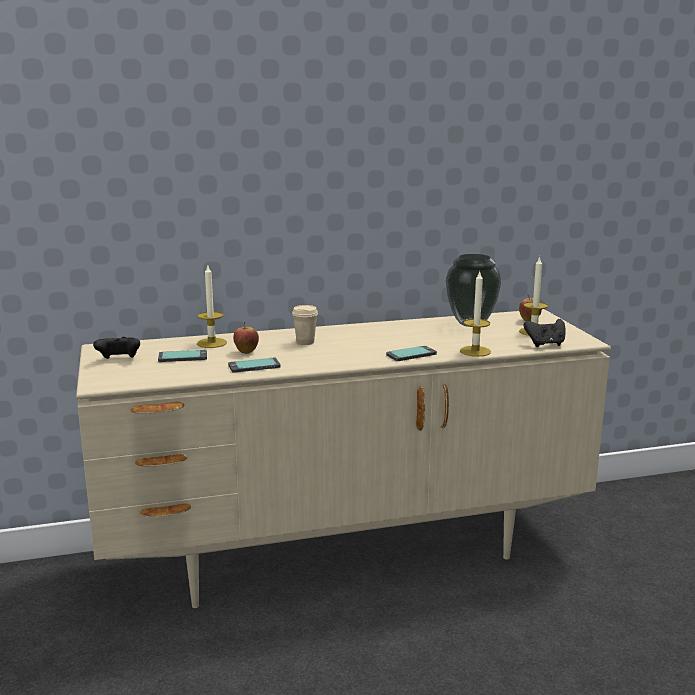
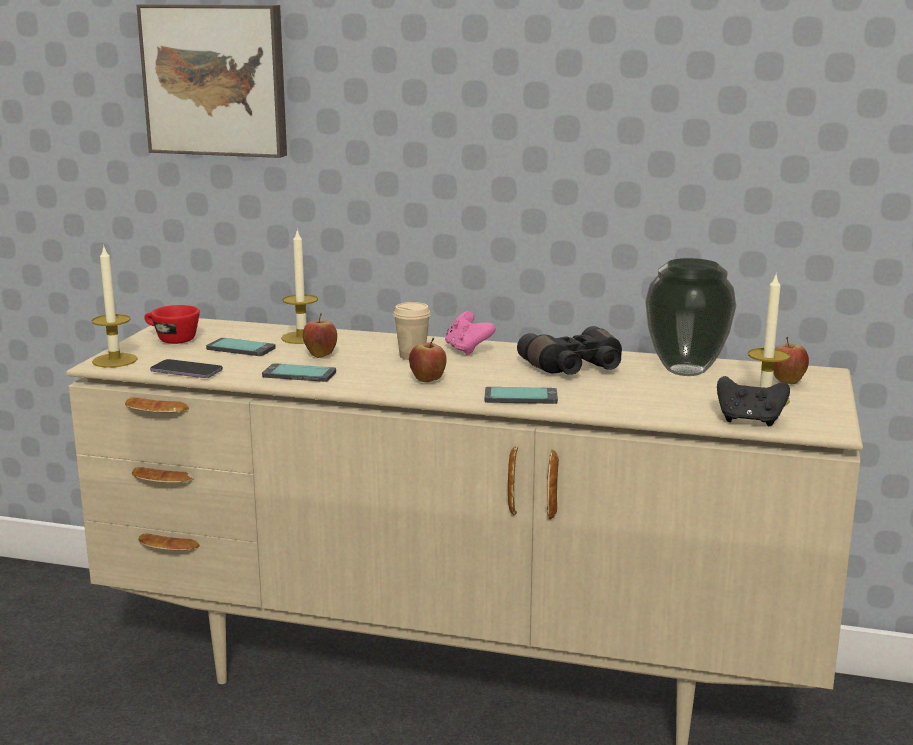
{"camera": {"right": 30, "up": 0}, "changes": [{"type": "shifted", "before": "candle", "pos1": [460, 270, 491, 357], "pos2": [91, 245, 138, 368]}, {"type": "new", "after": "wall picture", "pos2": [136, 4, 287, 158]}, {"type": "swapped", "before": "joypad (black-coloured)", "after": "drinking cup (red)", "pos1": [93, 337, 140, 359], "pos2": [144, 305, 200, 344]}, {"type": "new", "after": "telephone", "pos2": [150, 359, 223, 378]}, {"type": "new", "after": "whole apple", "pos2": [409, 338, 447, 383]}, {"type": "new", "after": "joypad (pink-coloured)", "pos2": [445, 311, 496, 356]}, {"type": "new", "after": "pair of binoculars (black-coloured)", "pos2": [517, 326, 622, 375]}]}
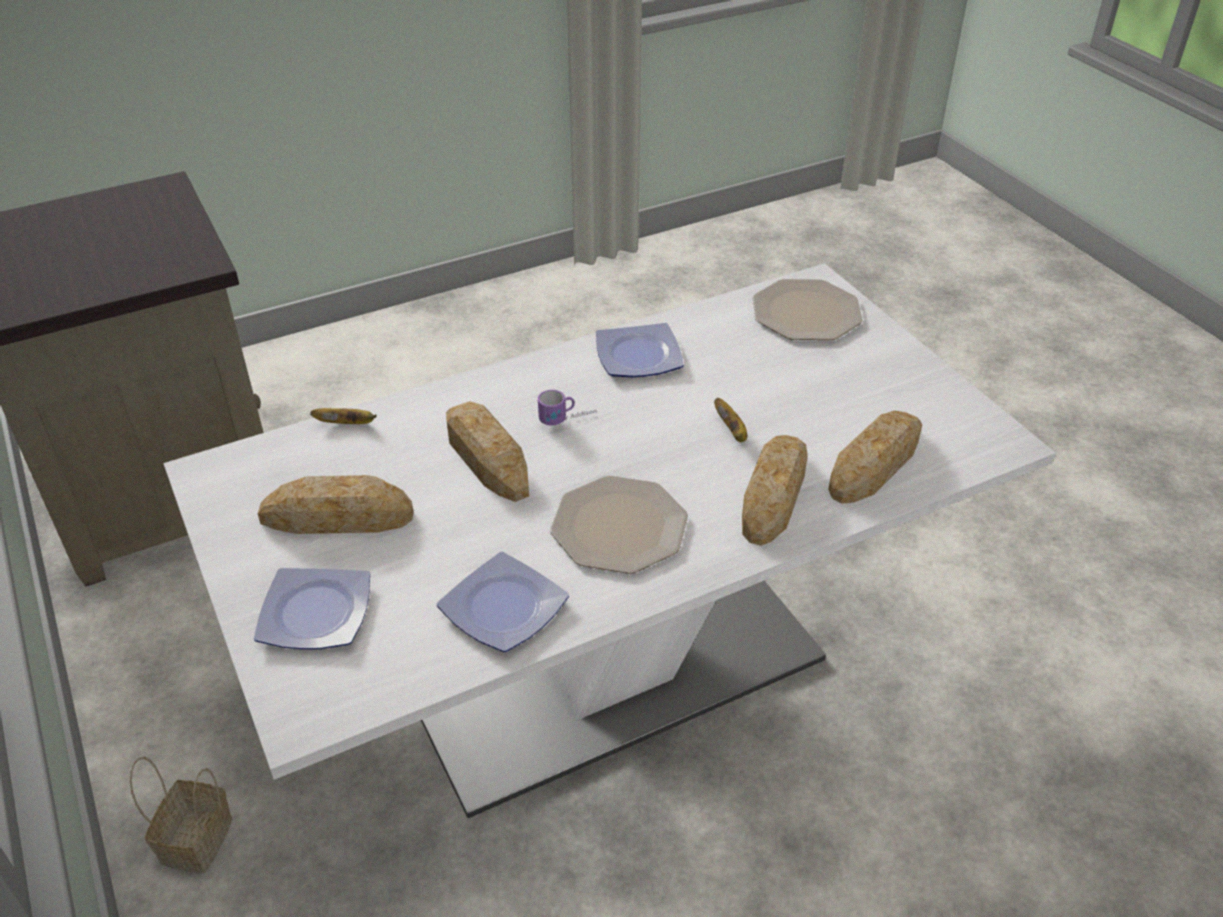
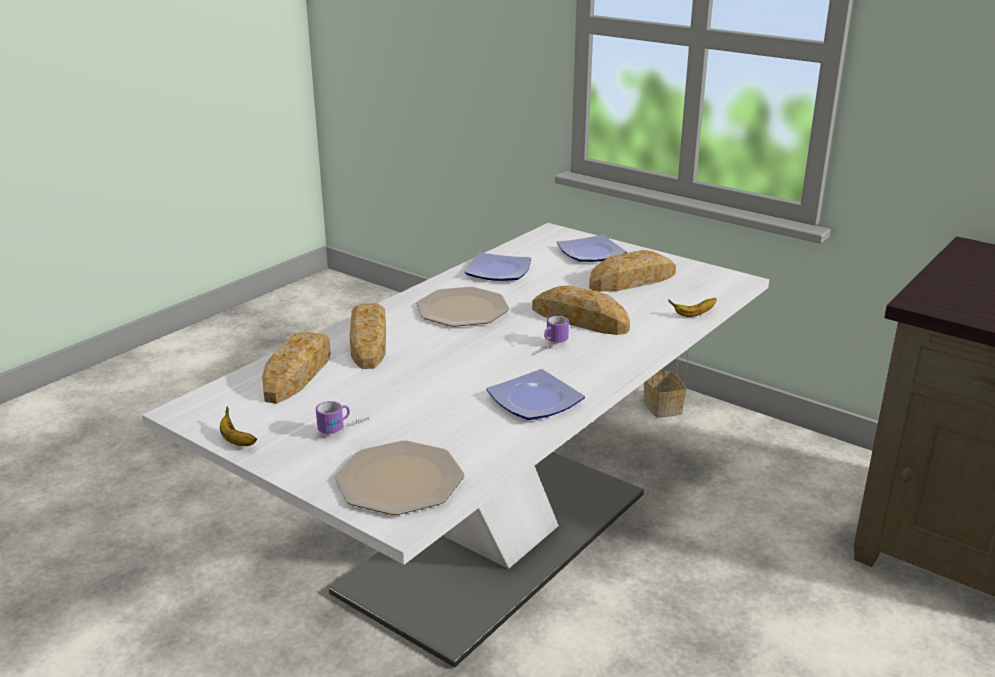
{"camera": {"right": 155, "up": -15}, "changes": [{"type": "shifted", "before": "banana", "pos1": [714, 398, 747, 442], "pos2": [220, 406, 257, 446]}, {"type": "new", "after": "mug", "pos2": [316, 401, 369, 434]}]}
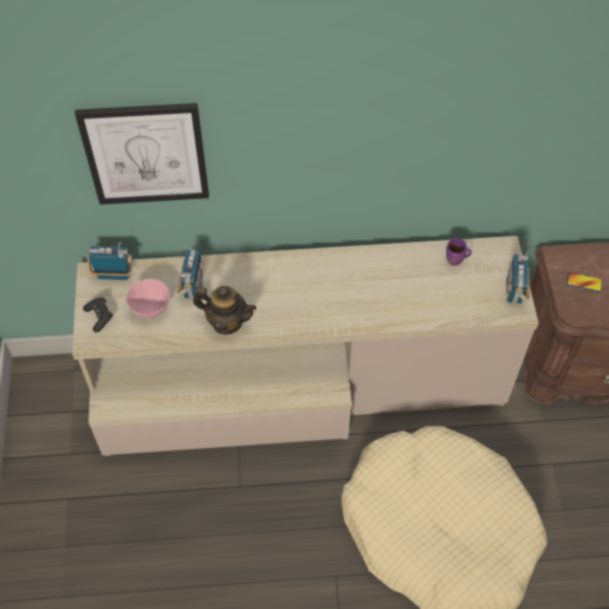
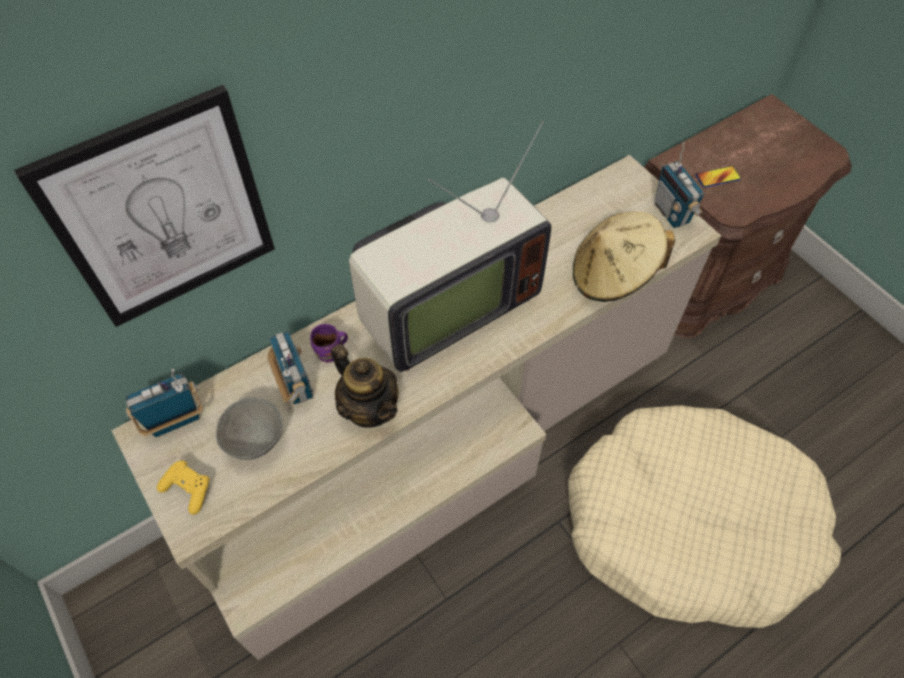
{"camera": {"right": -30, "up": 0}, "changes": [{"type": "repainted", "before": "joypad (black-coloured)", "after": "joypad (yellowish)", "pos1": [83, 297, 113, 332], "pos2": [157, 460, 210, 515]}, {"type": "repainted", "before": "bowl (pink-coloured)", "after": "bowl (greyish)", "pos1": [126, 279, 170, 318], "pos2": [215, 397, 282, 460]}, {"type": "shifted", "before": "mug (purple-coloured)", "pos1": [446, 238, 472, 265], "pos2": [310, 324, 348, 363]}, {"type": "rotated", "before": "teapot", "pos1": [193, 286, 256, 334], "pos2": [331, 344, 398, 428], "turn": 60}, {"type": "new", "after": "TV set", "pos2": [349, 121, 551, 372]}, {"type": "new", "after": "hat (beige-coloured)", "pos2": [573, 212, 675, 302]}]}
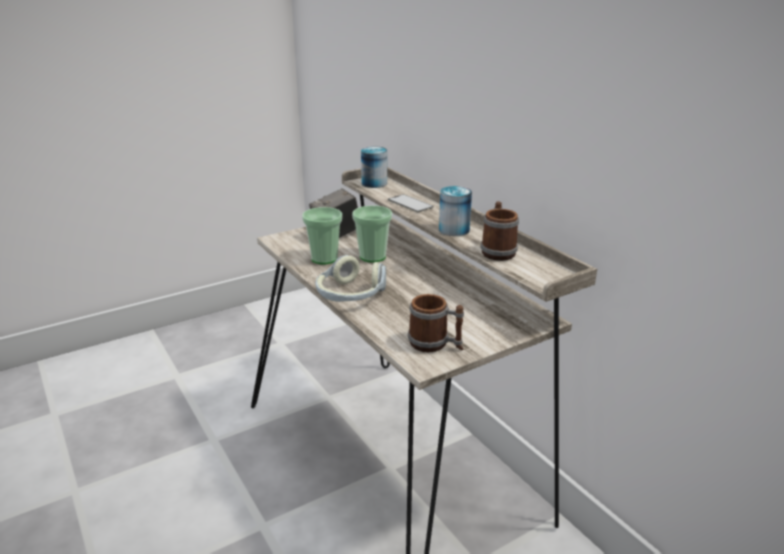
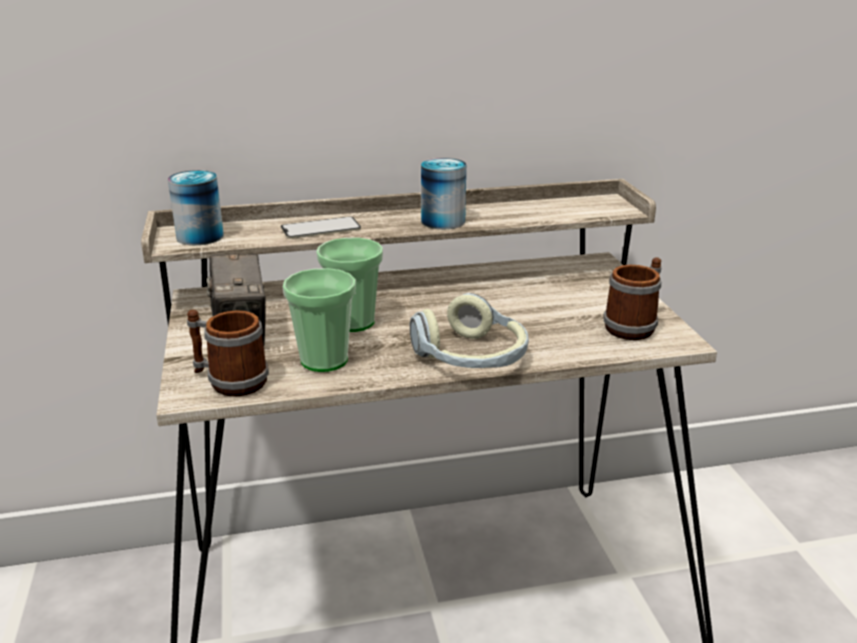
{"camera": {"right": -70, "up": 0}, "changes": [{"type": "shifted", "before": "mug", "pos1": [481, 201, 519, 261], "pos2": [187, 309, 269, 397]}]}
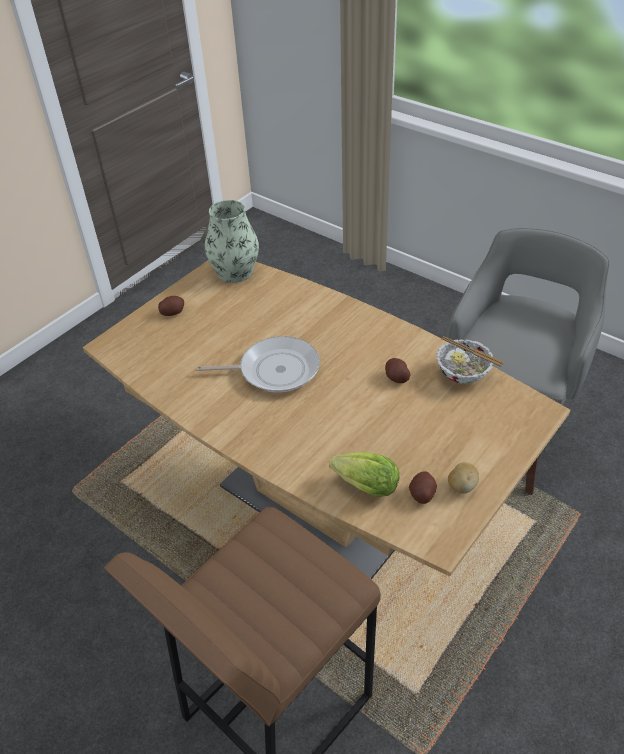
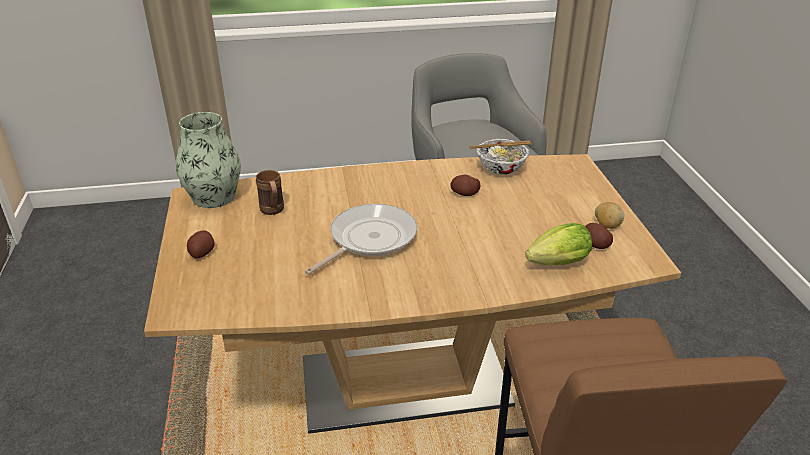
{"camera": {"right": -50, "up": -10}, "changes": [{"type": "new", "after": "mug (brownish)", "pos2": [256, 170, 284, 215]}]}
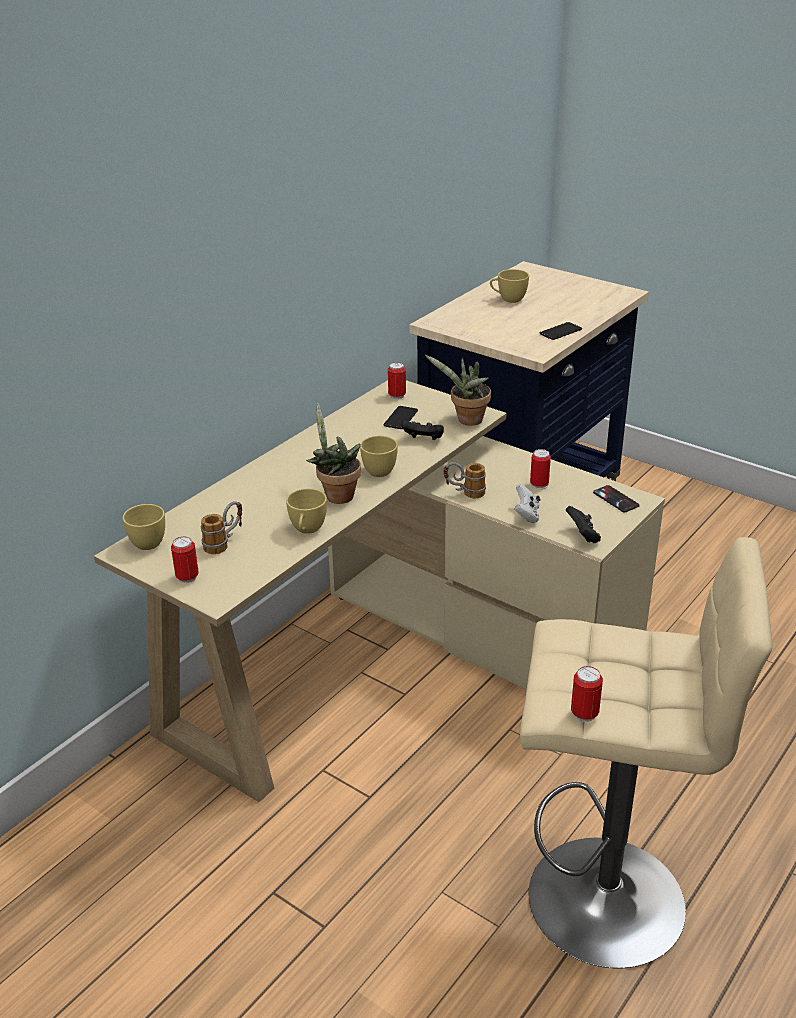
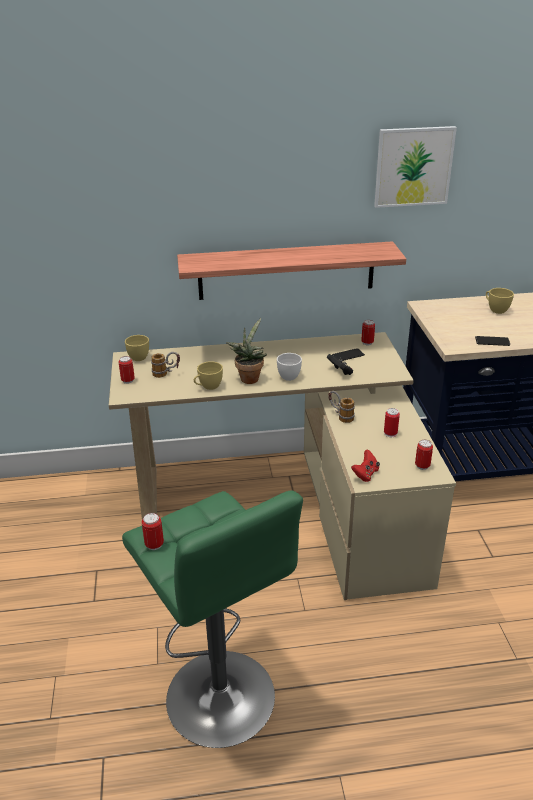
{"camera": {"right": 45, "up": 0}, "changes": [{"type": "repainted", "before": "stool seat (beige-coloured)", "after": "stool seat (green)", "pos1": [520, 537, 773, 968], "pos2": [122, 491, 303, 748]}, {"type": "new", "after": "bracket shelf", "pos2": [177, 241, 406, 300]}, {"type": "repainted", "before": "drinking cup (yellowish)", "after": "drinking cup (white)", "pos1": [360, 436, 398, 477], "pos2": [277, 353, 302, 381]}, {"type": "repainted", "before": "joypad (black-coloured)", "after": "joypad (red)", "pos1": [565, 506, 601, 543], "pos2": [351, 450, 380, 482]}, {"type": "new", "after": "wall picture", "pos2": [374, 126, 457, 208]}, {"type": "swapped", "before": "telephone", "after": "metal can", "pos1": [593, 485, 640, 512], "pos2": [415, 440, 433, 470]}, {"type": "gone", "before": "potted plant", "pos1": [425, 355, 491, 426]}, {"type": "gone", "before": "joypad (white)", "pos1": [514, 484, 540, 523]}]}
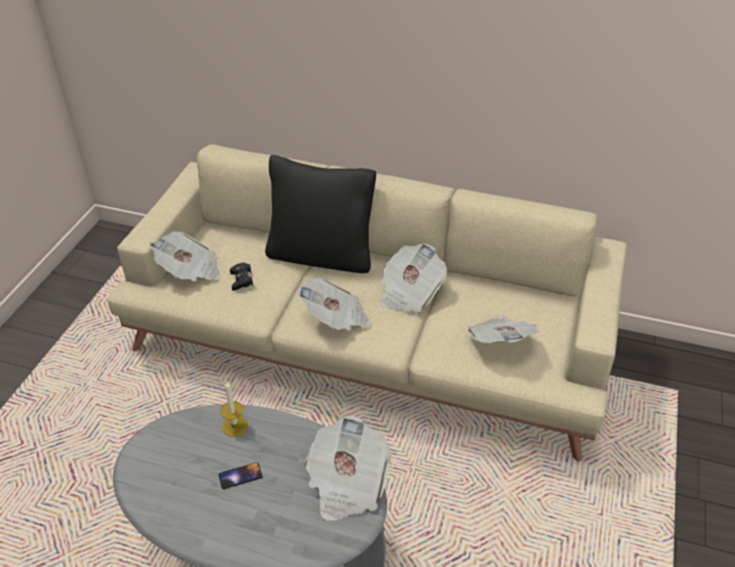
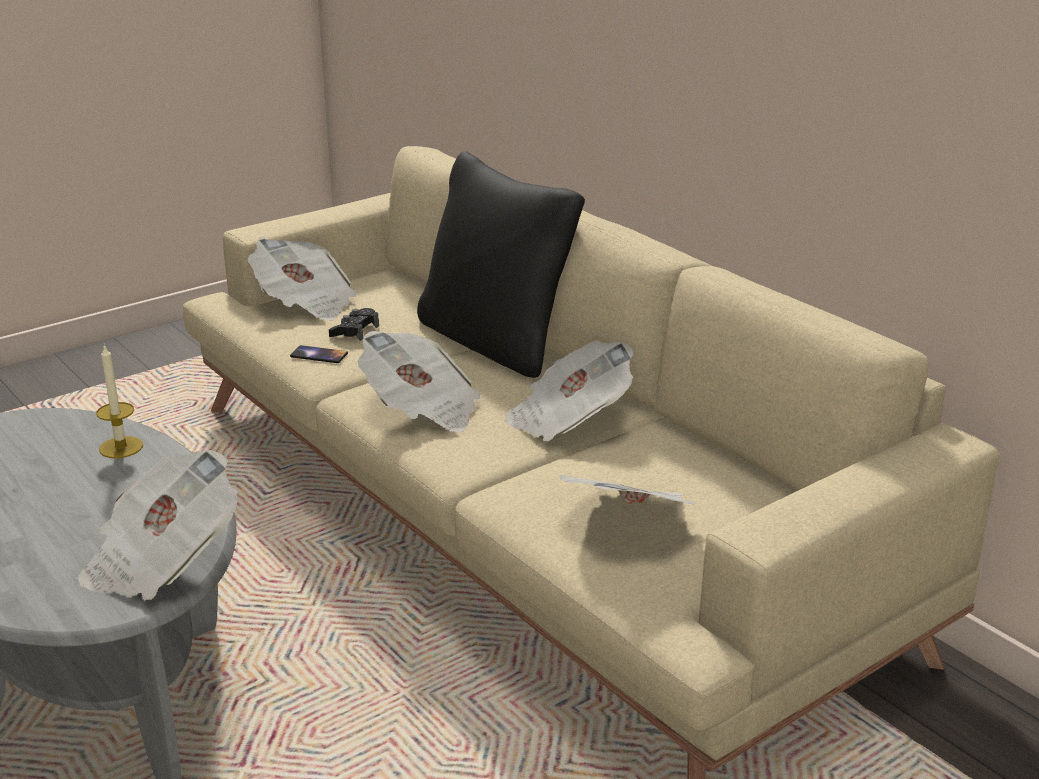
{"camera": {"right": 35, "up": -15}, "changes": [{"type": "shifted", "before": "telephone", "pos1": [218, 462, 262, 489], "pos2": [290, 345, 348, 363]}]}
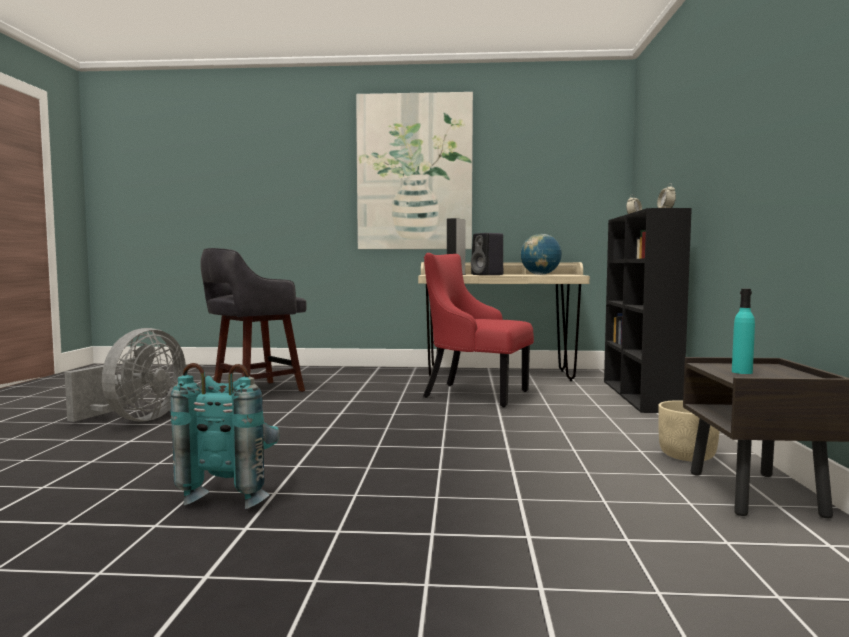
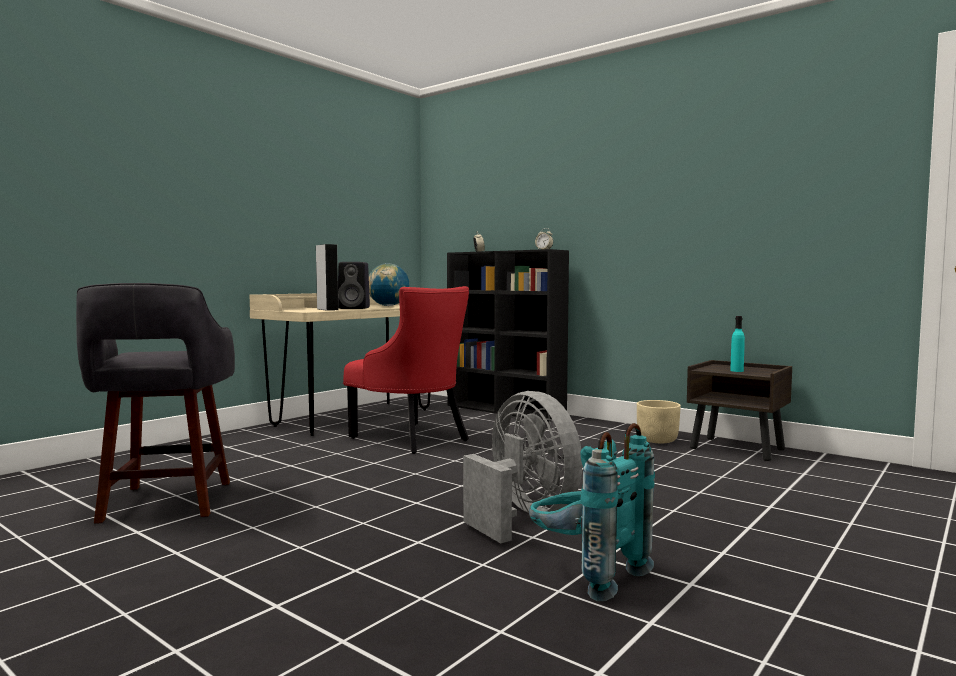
{"camera": {"right": -55, "up": 0}, "changes": [{"type": "rotated", "before": "upright chair (red)", "pos1": [423, 253, 534, 407], "pos2": [343, 286, 469, 454], "turn": -105}, {"type": "shifted", "before": "fan (greyish)", "pos1": [65, 328, 186, 422], "pos2": [463, 391, 583, 543]}, {"type": "gone", "before": "wall picture", "pos1": [356, 92, 473, 249]}]}
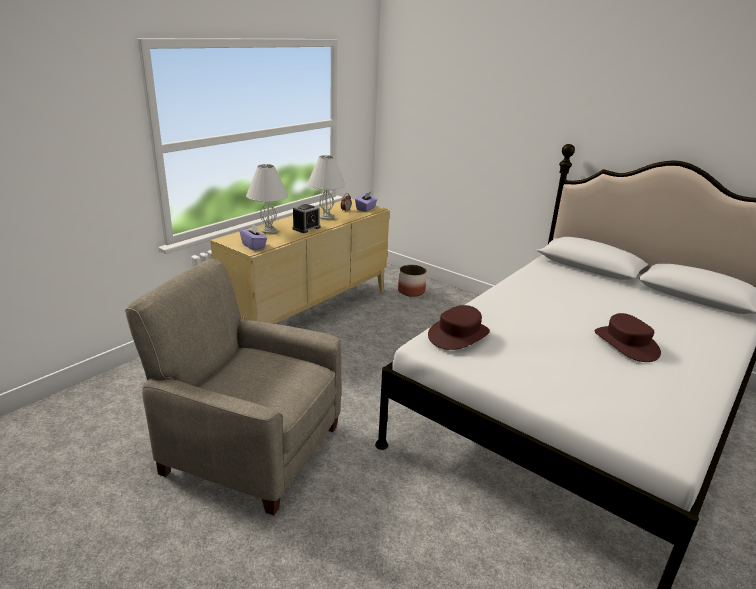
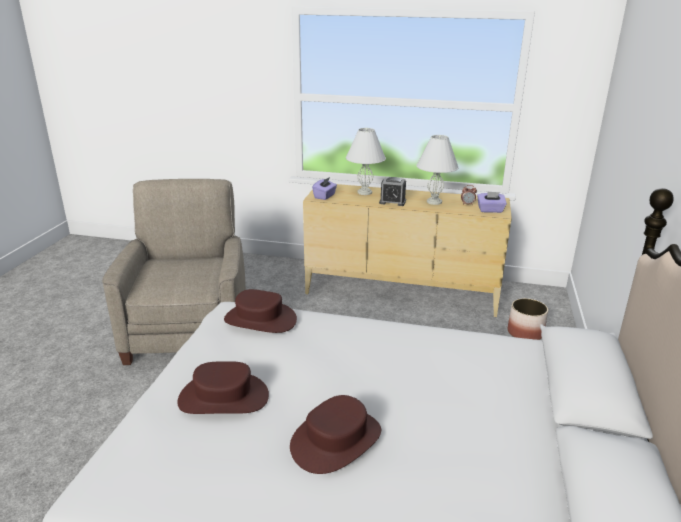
{"camera": {"right": 65, "up": 0}, "changes": [{"type": "new", "after": "hat (brownish)", "pos2": [177, 361, 269, 414]}]}
